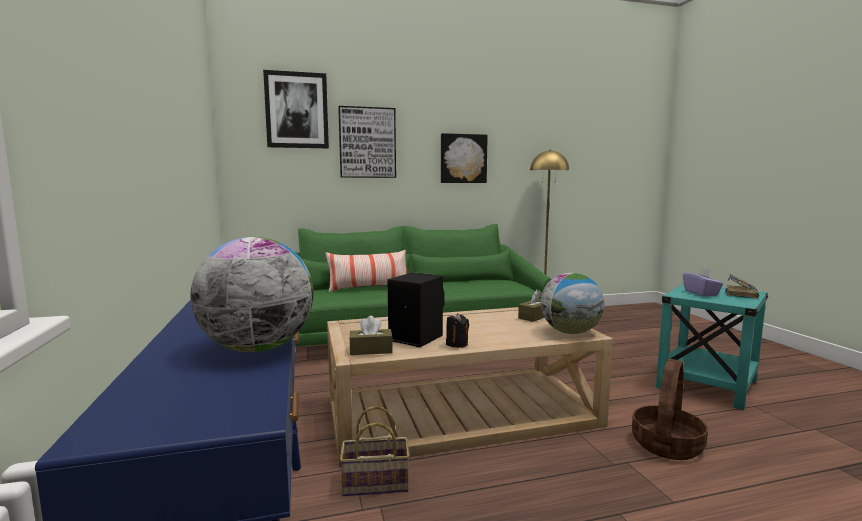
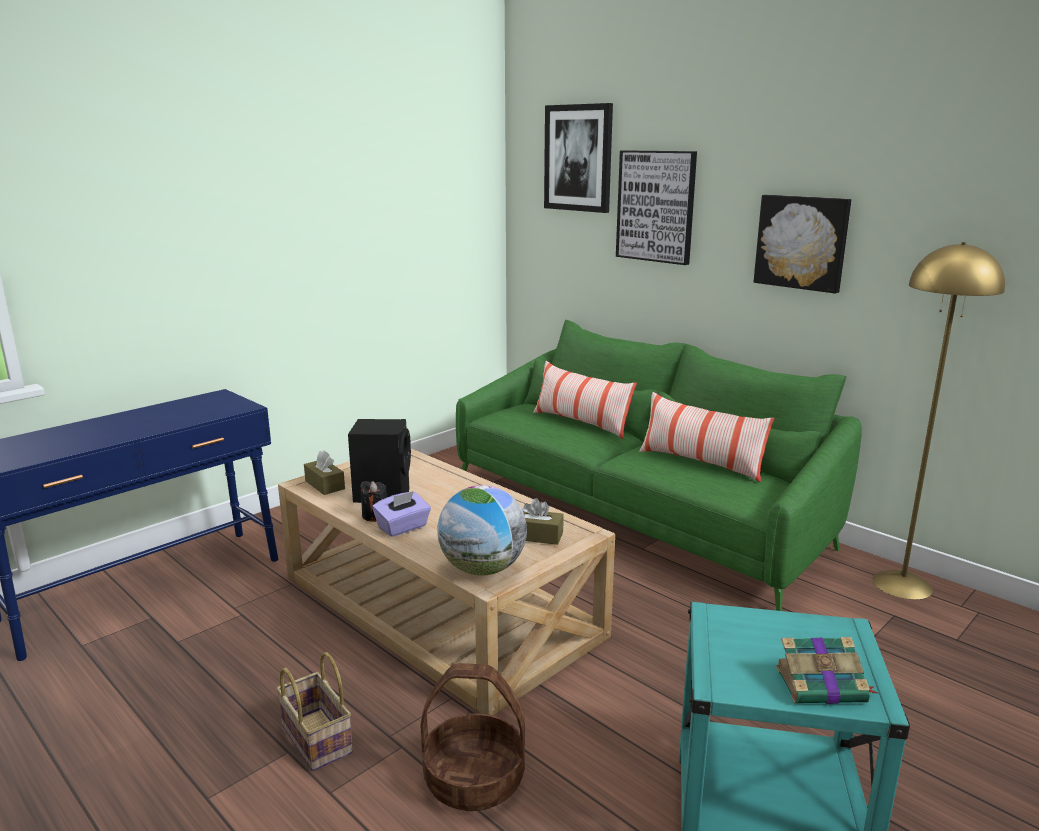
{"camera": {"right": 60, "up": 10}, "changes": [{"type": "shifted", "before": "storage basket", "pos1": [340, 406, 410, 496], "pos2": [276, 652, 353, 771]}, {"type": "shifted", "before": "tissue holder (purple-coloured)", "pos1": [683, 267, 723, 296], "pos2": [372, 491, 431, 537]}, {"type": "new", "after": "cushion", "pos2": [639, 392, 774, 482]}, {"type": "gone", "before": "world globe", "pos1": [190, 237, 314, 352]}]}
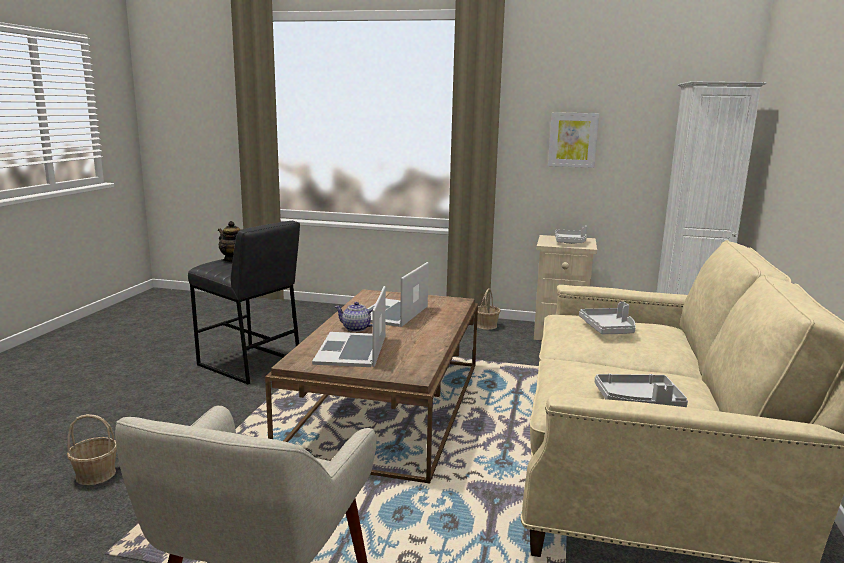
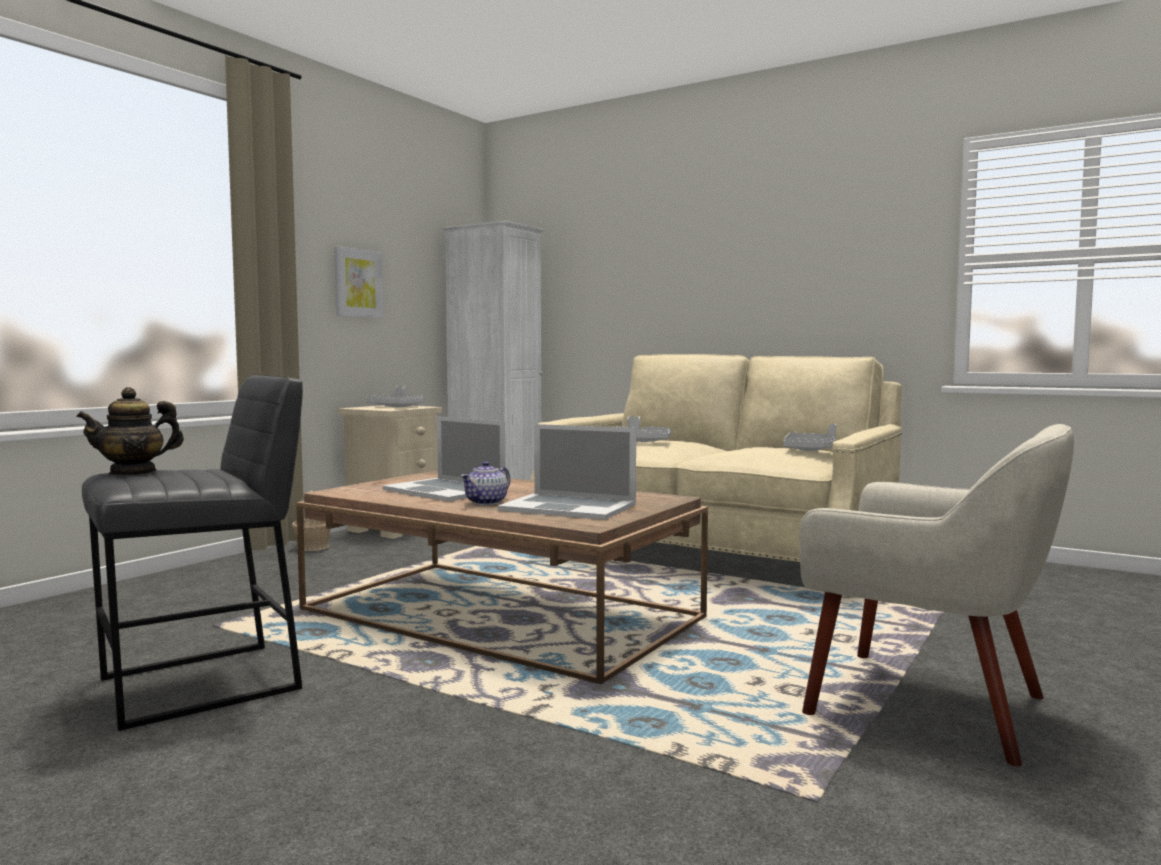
{"camera": {"right": -70, "up": -10}, "changes": [{"type": "gone", "before": "storage basket", "pos1": [67, 414, 117, 485]}]}
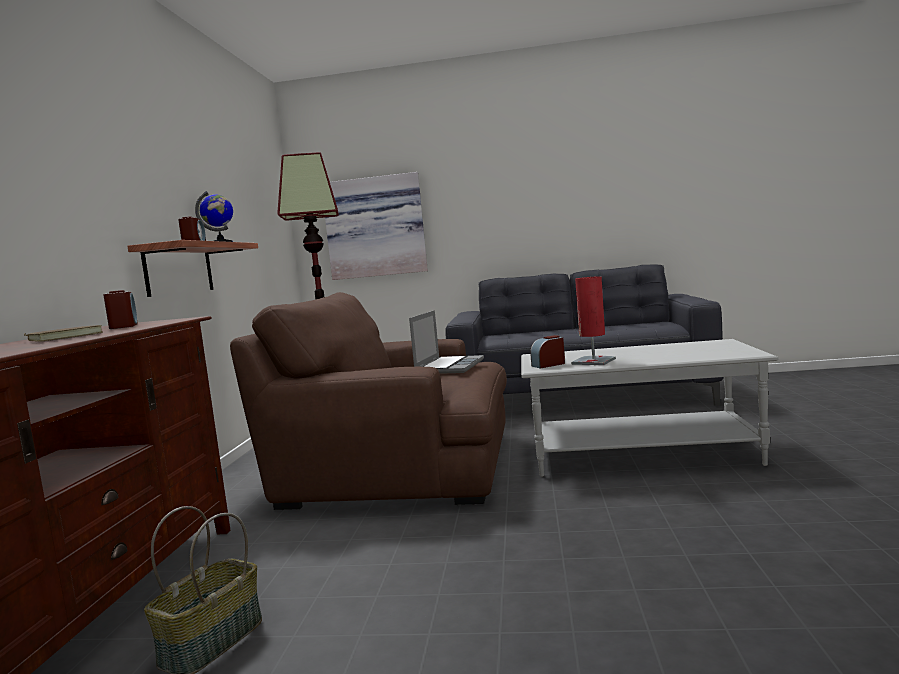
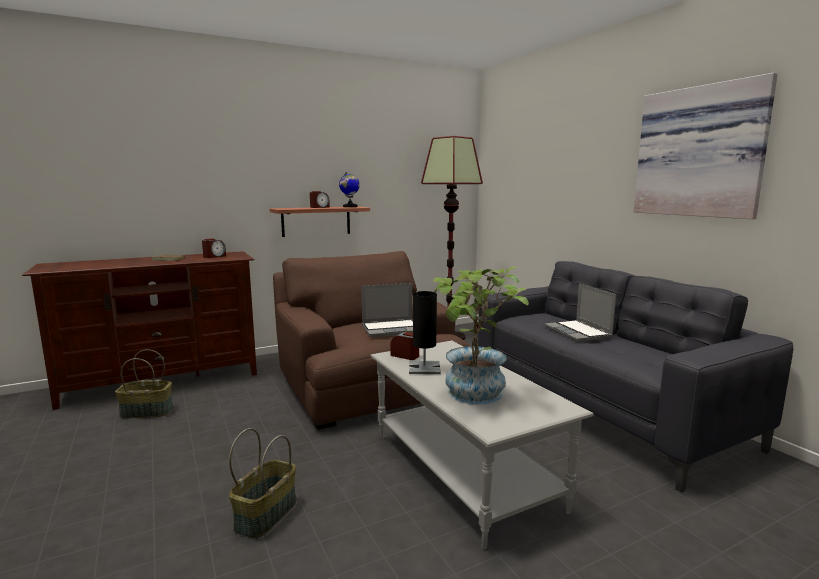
{"camera": {"right": 55, "up": 5}, "changes": [{"type": "new", "after": "storage basket", "pos2": [229, 428, 296, 538]}, {"type": "repainted", "before": "table lamp (red)", "after": "table lamp (black-coloured)", "pos1": [571, 276, 616, 365], "pos2": [409, 291, 441, 374]}, {"type": "new", "after": "potted plant", "pos2": [433, 266, 529, 404]}, {"type": "new", "after": "laptop", "pos2": [544, 283, 616, 342]}, {"type": "shifted", "before": "wall picture", "pos1": [325, 172, 428, 280], "pos2": [634, 73, 778, 219]}]}
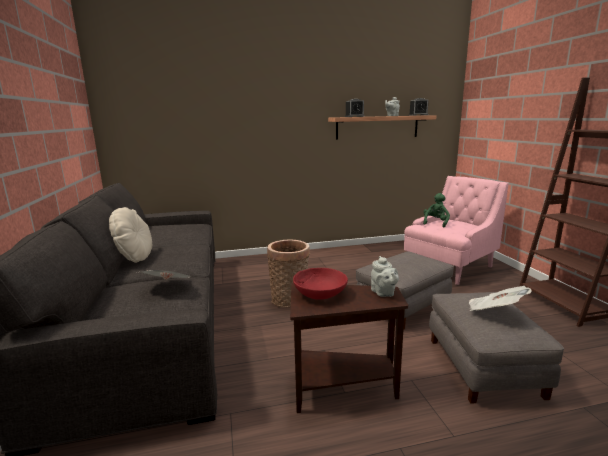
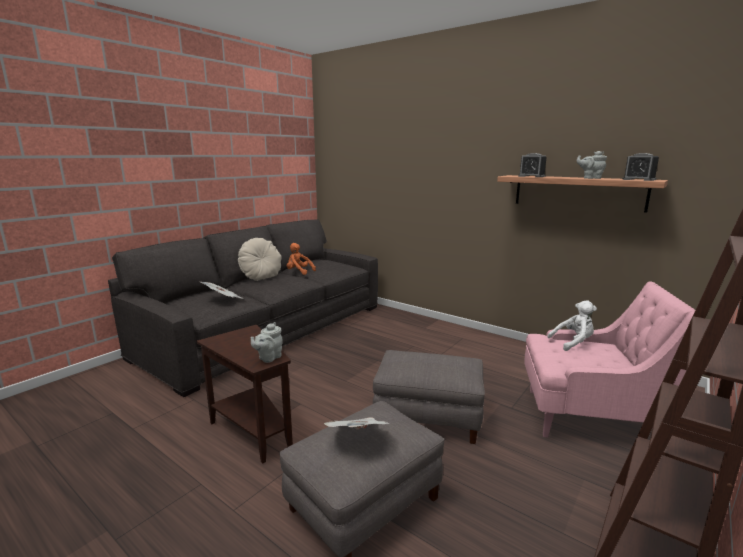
{"camera": {"right": 50, "up": 0}, "changes": [{"type": "new", "after": "cuddly toy (orange)", "pos2": [287, 243, 316, 275]}, {"type": "repainted", "before": "cuddly toy (green)", "after": "cuddly toy (white)", "pos1": [423, 193, 450, 228], "pos2": [547, 300, 597, 351]}, {"type": "gone", "before": "storage basket", "pos1": [267, 239, 310, 308]}, {"type": "gone", "before": "bowl (red)", "pos1": [293, 268, 348, 300]}]}
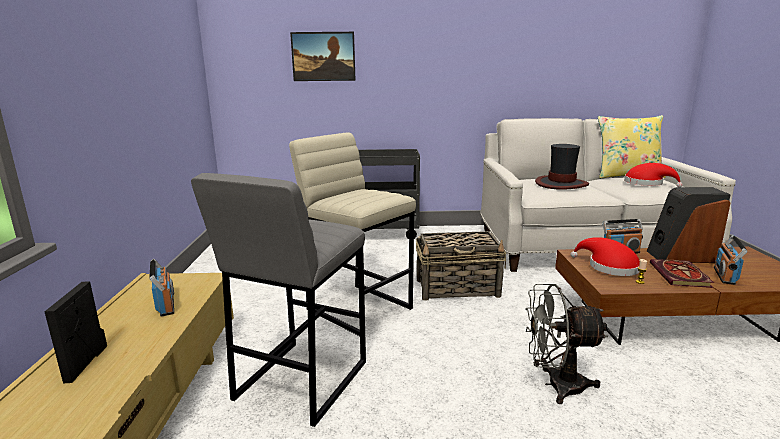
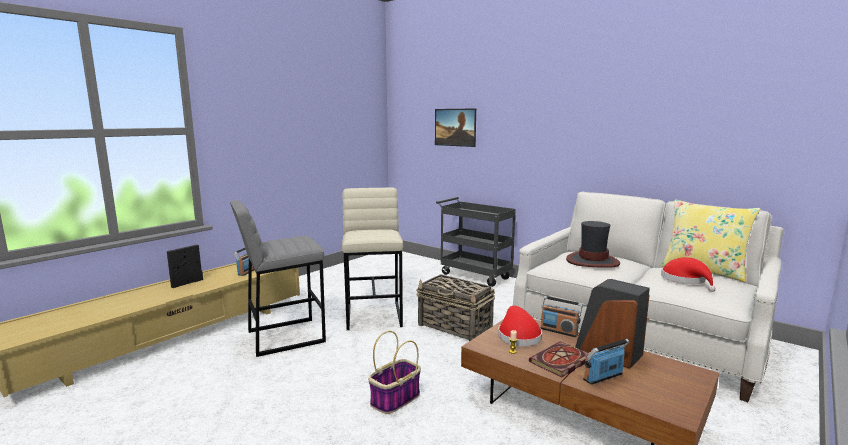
{"camera": {"right": 40, "up": -5}, "changes": [{"type": "swapped", "before": "fan (greyish)", "after": "storage basket", "pos1": [525, 284, 608, 404], "pos2": [368, 331, 421, 414]}]}
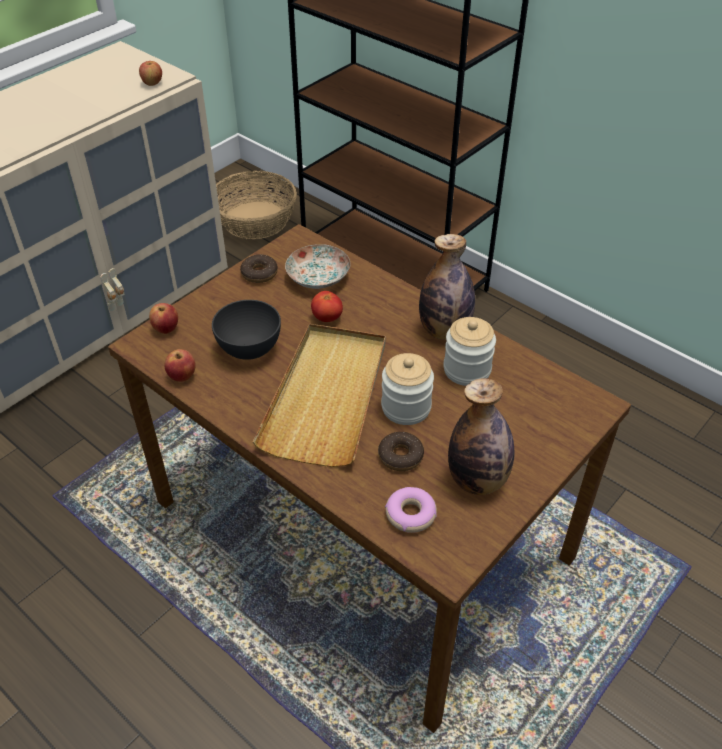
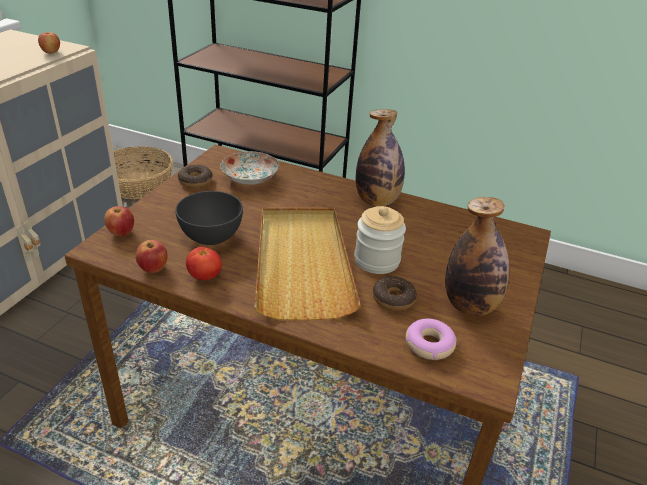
{"camera": {"right": -20, "up": -10}, "changes": [{"type": "shifted", "before": "fresh tomato", "pos1": [311, 291, 343, 322], "pos2": [186, 247, 222, 280]}, {"type": "gone", "before": "preserve jar", "pos1": [443, 317, 496, 386]}]}
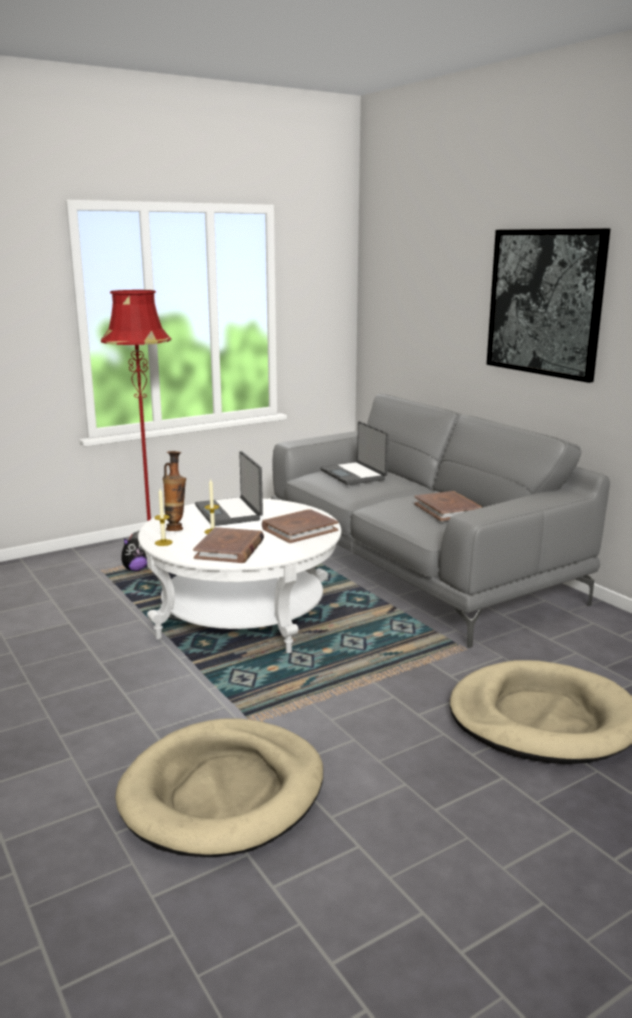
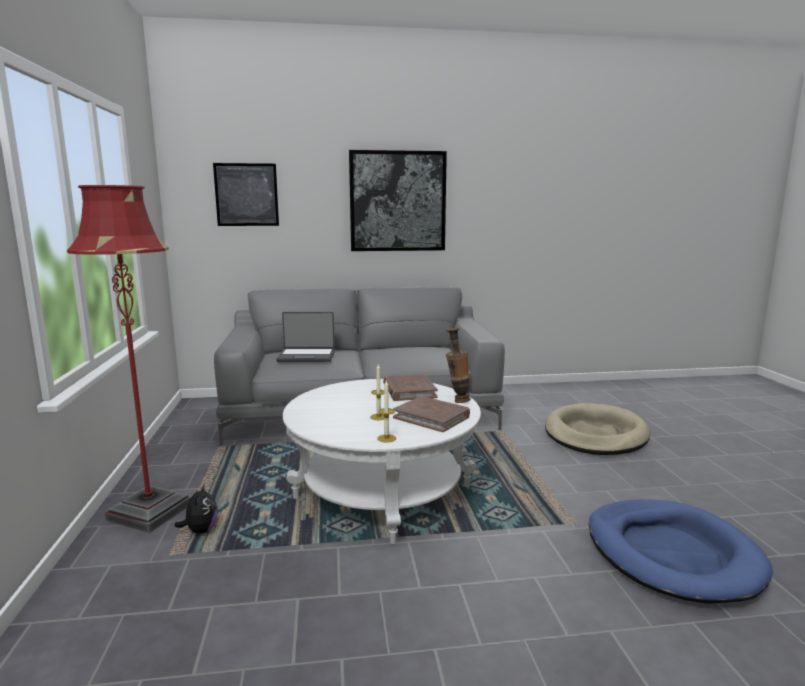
{"camera": {"right": -65, "up": -5}, "changes": [{"type": "new", "after": "wall picture", "pos2": [213, 163, 279, 226]}, {"type": "shifted", "before": "flower vase", "pos1": [163, 451, 186, 531], "pos2": [446, 328, 471, 403]}, {"type": "repainted", "before": "pet bed (beige-coloured)", "after": "pet bed (blue)", "pos1": [115, 719, 323, 857], "pos2": [589, 499, 773, 604]}, {"type": "gone", "before": "laptop", "pos1": [195, 451, 263, 526]}, {"type": "gone", "before": "bound book (brownish)", "pos1": [414, 491, 482, 521]}]}
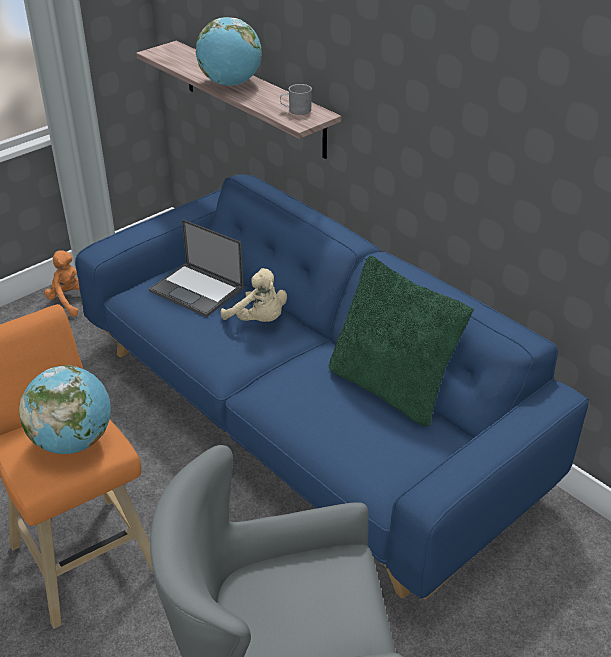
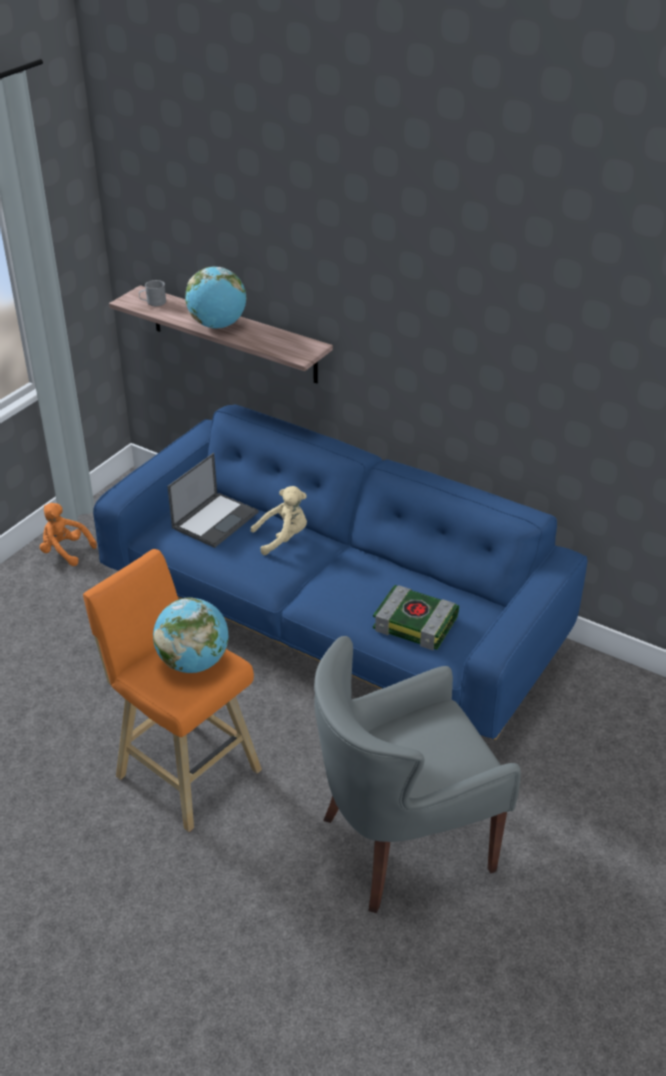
{"camera": {"right": -15, "up": 0}, "changes": [{"type": "shifted", "before": "mug (greyish)", "pos1": [280, 84, 312, 115], "pos2": [139, 280, 166, 306]}, {"type": "rotated", "before": "laptop", "pos1": [149, 219, 244, 317], "pos2": [167, 453, 258, 548], "turn": -75}, {"type": "rotated", "before": "cuddly toy (beige-coloured)", "pos1": [221, 268, 287, 322], "pos2": [251, 486, 307, 555], "turn": -45}, {"type": "new", "after": "bound book", "pos2": [373, 585, 459, 650]}, {"type": "gone", "before": "cushion (green)", "pos1": [329, 256, 474, 427]}]}
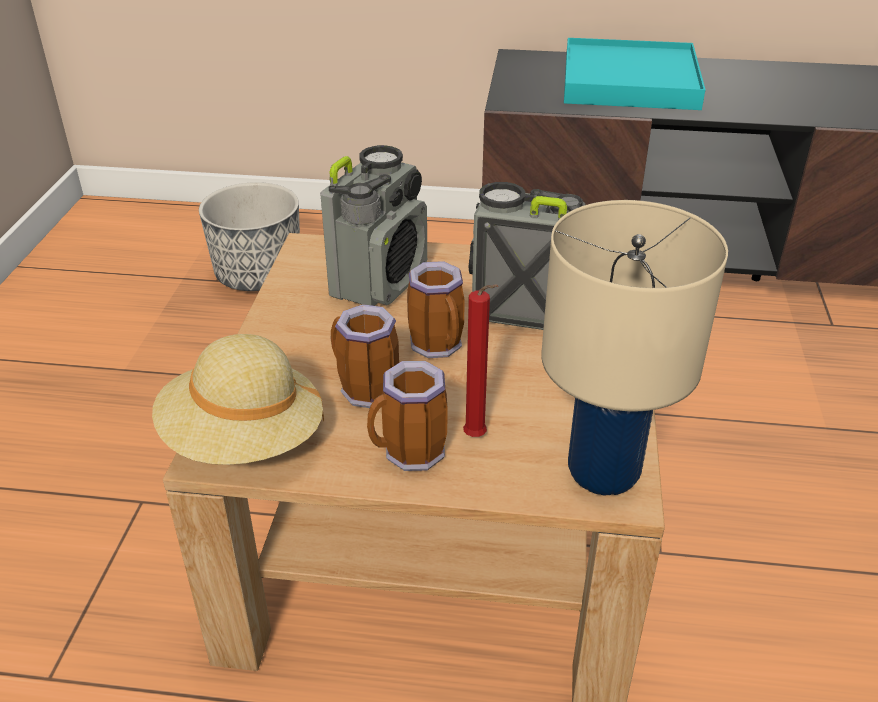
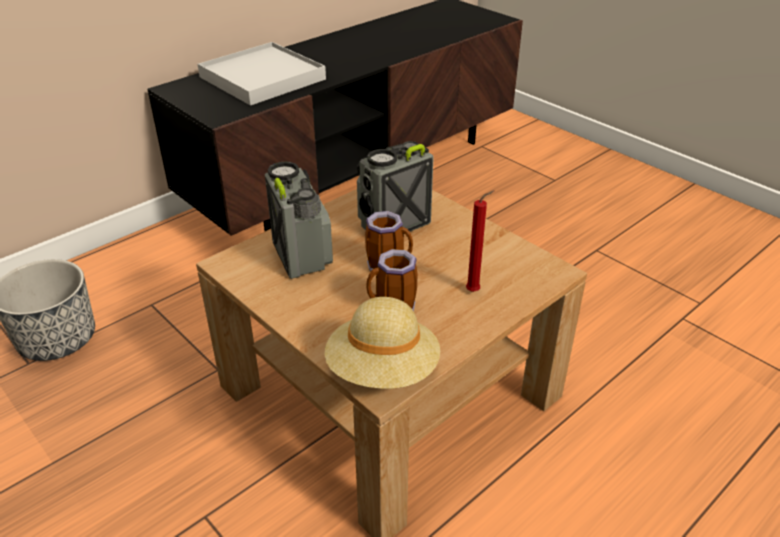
{"camera": {"right": -50, "up": 0}, "changes": [{"type": "repainted", "before": "serving tray (blue-green)", "after": "serving tray (white)", "pos1": [564, 38, 706, 110], "pos2": [198, 42, 326, 106]}, {"type": "gone", "before": "mug", "pos1": [367, 361, 447, 471]}, {"type": "gone", "before": "table lamp (beige-coloured)", "pos1": [541, 200, 728, 495]}]}
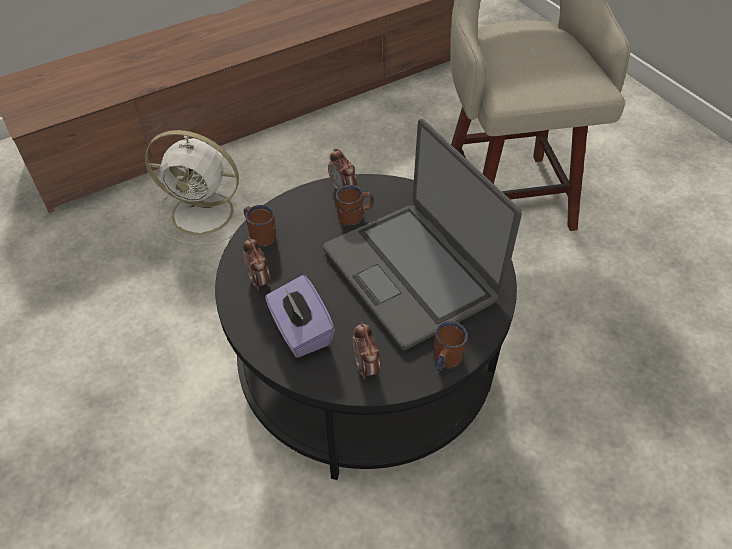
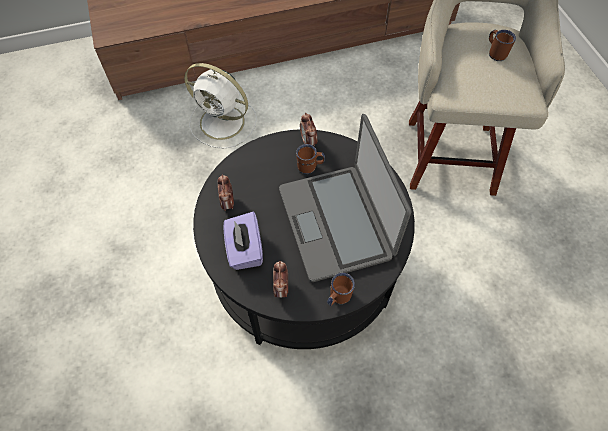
{"camera": {"right": 15, "up": 10}, "changes": [{"type": "shifted", "before": "mug (brownish)", "pos1": [244, 205, 276, 247], "pos2": [489, 30, 516, 61]}]}
